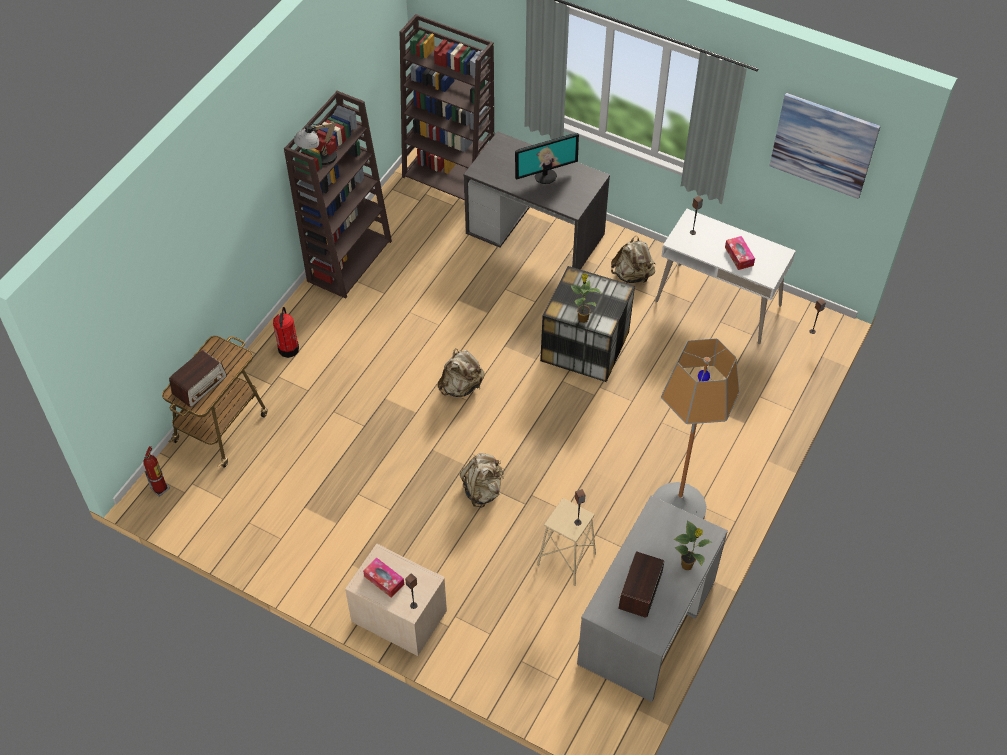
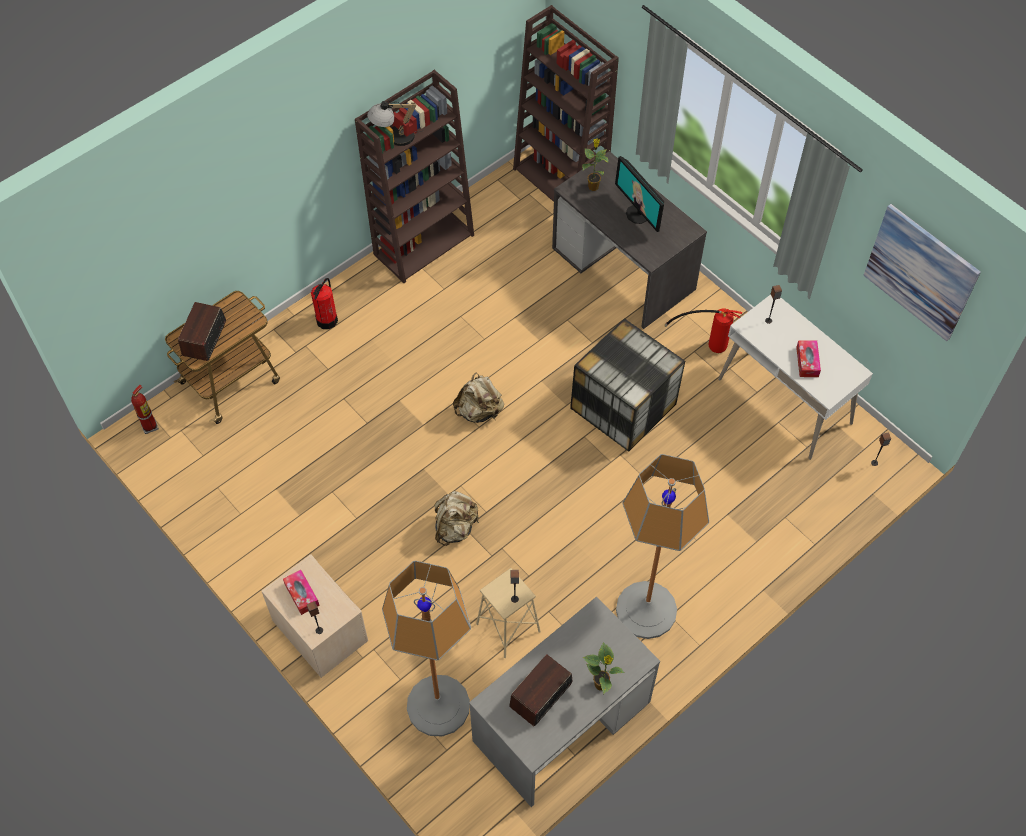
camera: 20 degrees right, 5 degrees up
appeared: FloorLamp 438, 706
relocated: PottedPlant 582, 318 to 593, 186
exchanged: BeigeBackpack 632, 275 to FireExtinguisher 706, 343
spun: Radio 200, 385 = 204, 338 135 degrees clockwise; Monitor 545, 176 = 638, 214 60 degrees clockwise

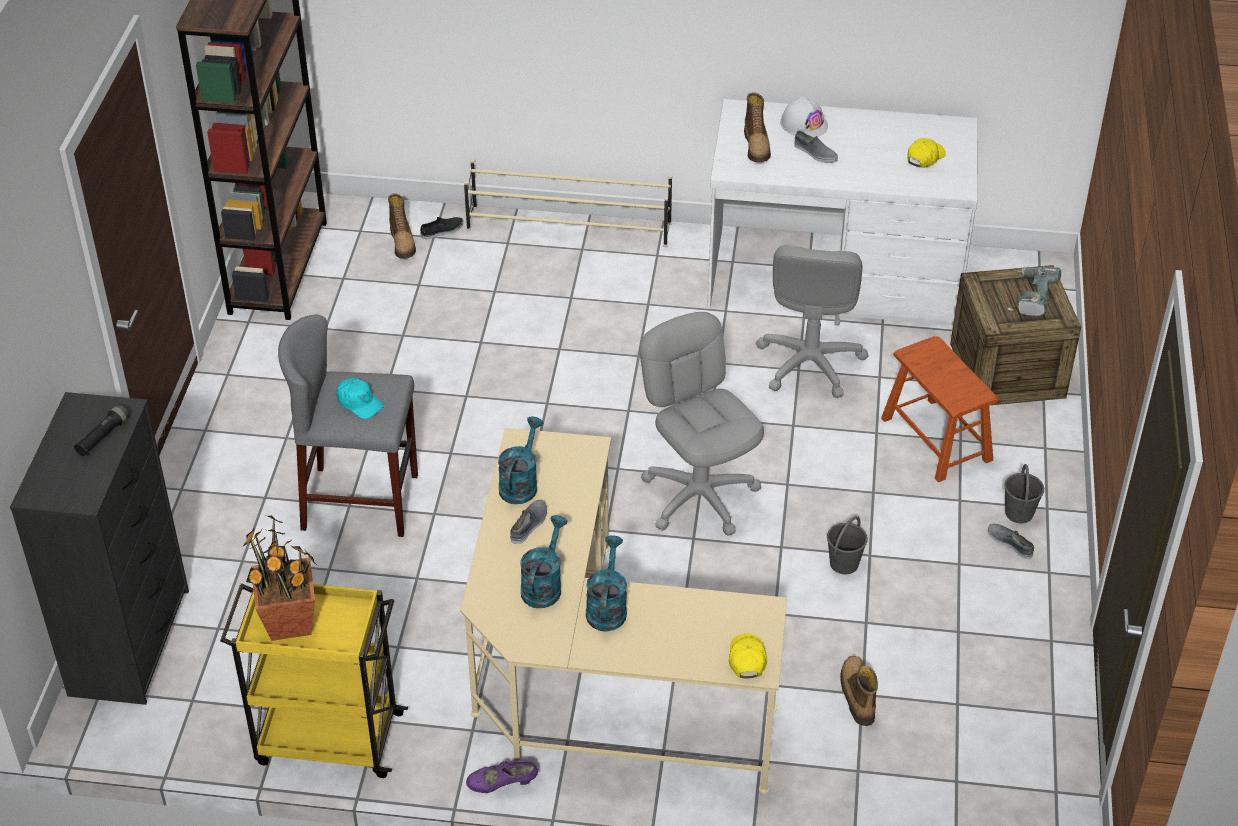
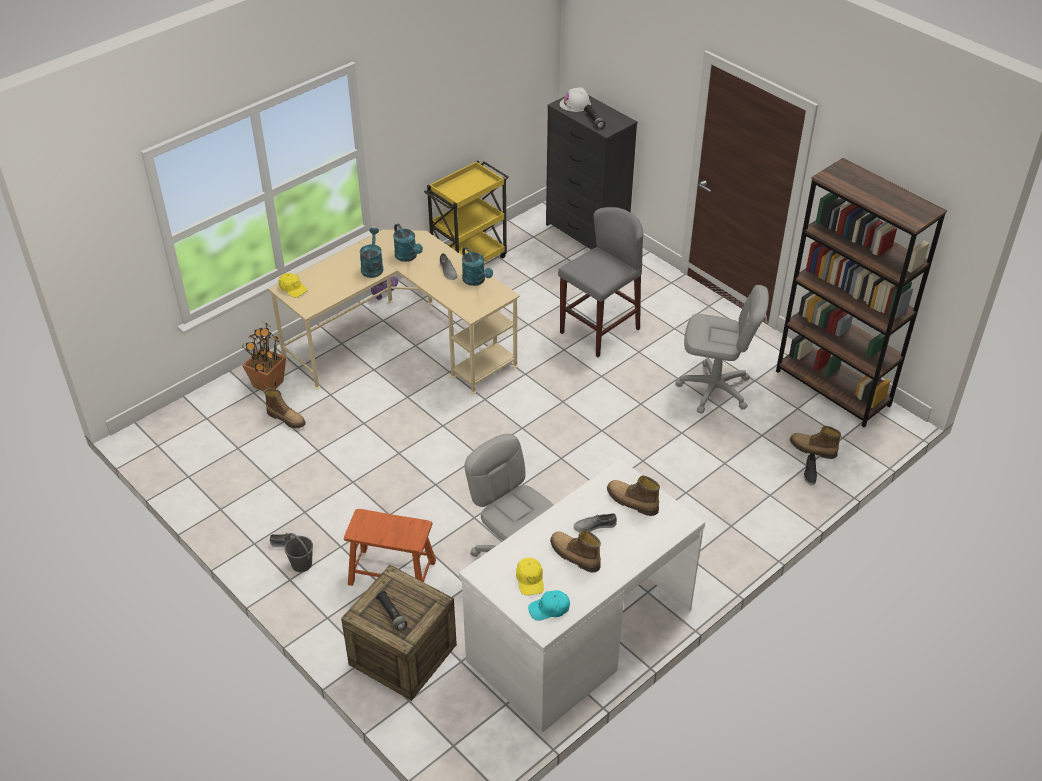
camera: 130 degrees right, 0 degrees up
missing: BeigeShoeRack 570, 227; GreyBucket 843, 564
appeared: Boot 574, 556
relocated: PottedPlant 290, 623 to 268, 384; TurquoiseCap 359, 403 to 549, 609; GreyOfficeChair 699, 496 to 714, 389; WhiteHardHat 804, 124 to 575, 104
exchanged: PowerDrill 1031, 298 to BlackFlashlight 392, 614
spun: TurquoiseWateringCan 607, 607 = 372, 267 135 degrees counterclockwise

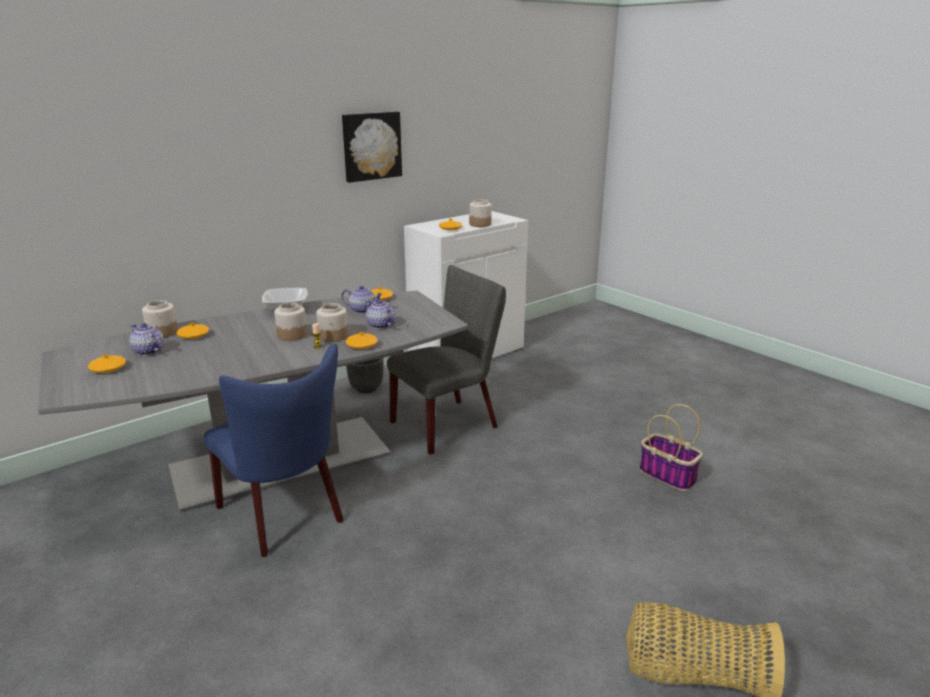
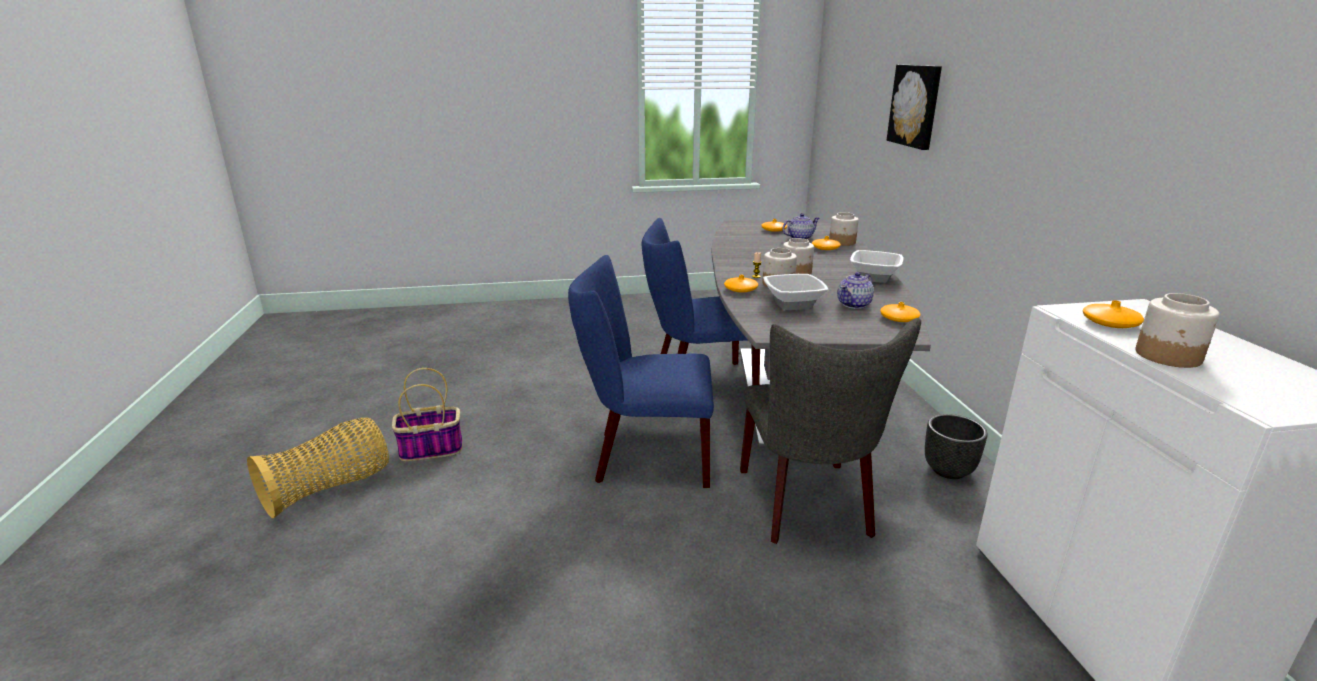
camera: 120 degrees right, 0 degrees up
appeared: BlueChair 644, 457
relocated: Picture 371, 146 to 916, 106; Basket 668, 476 to 430, 450
exchanged: Teapot 380, 325 to Bowl 792, 304

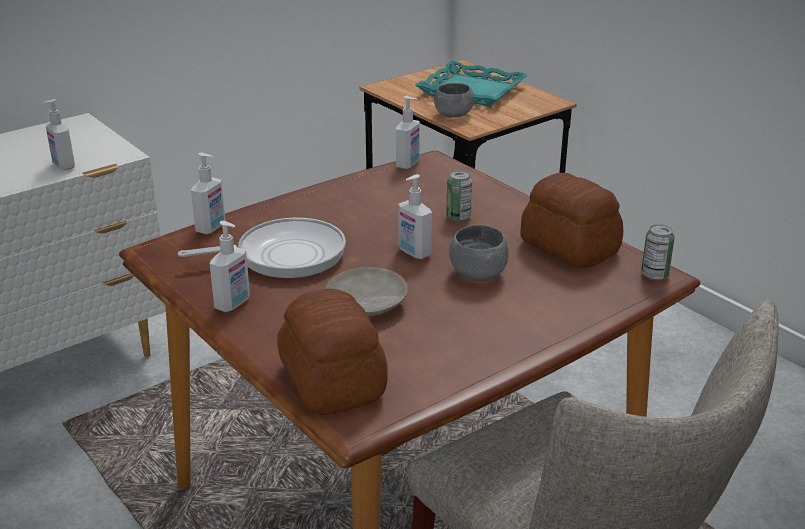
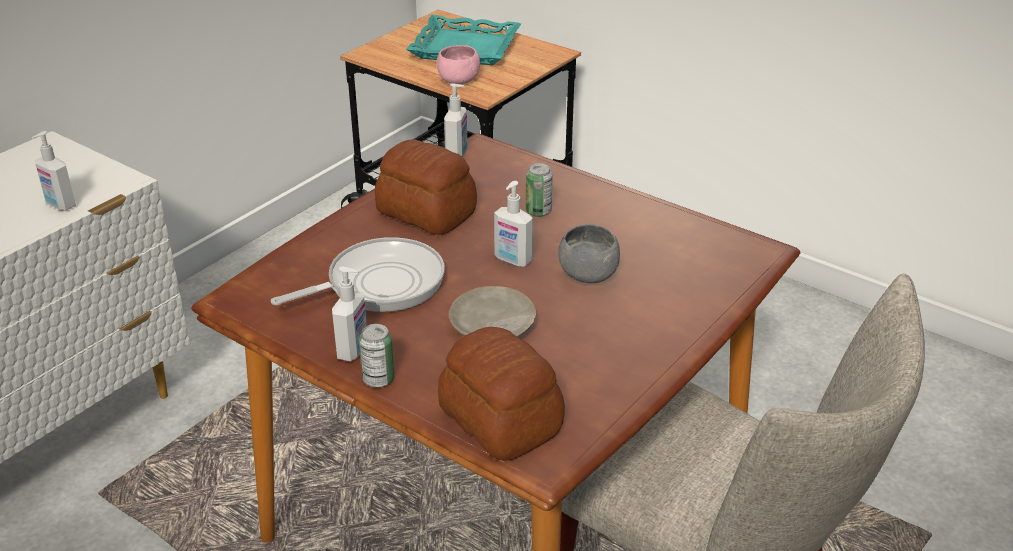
camera: 15 degrees left, 5 degrees up
missing: SoapDispenser 211, 228
relocated: Bread 569, 248 to 426, 213; Can 654, 275 to 378, 379
colour: GreyBowl 453, 115 to PinkBowl 458, 80

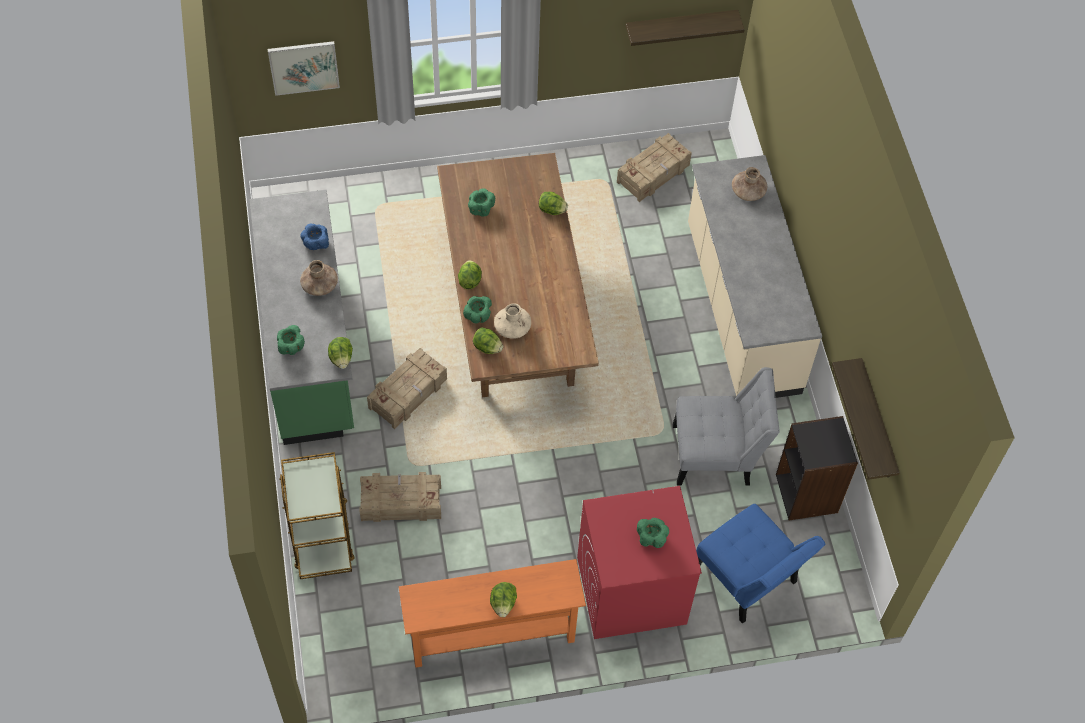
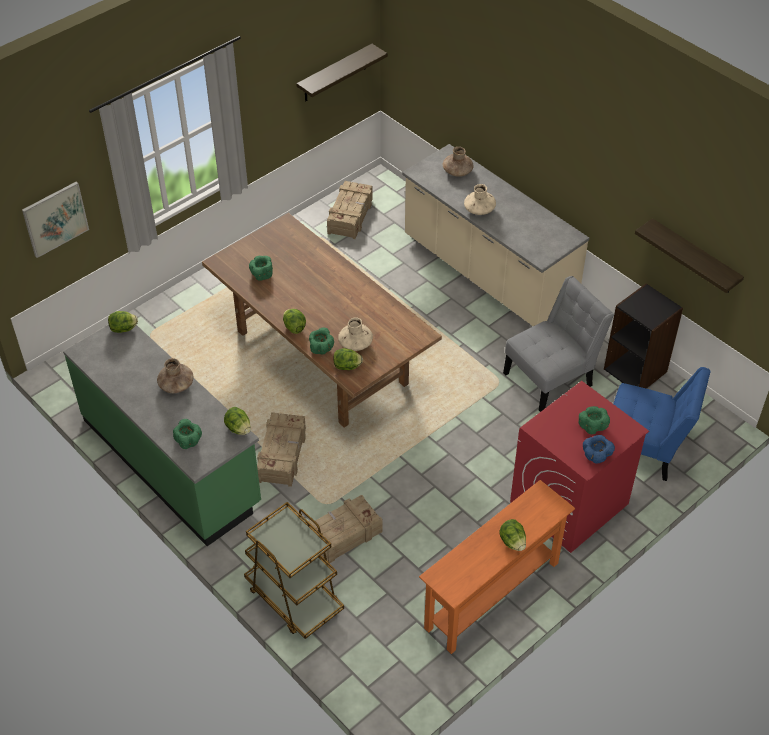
camera: 30 degrees left, 10 degrees down
appeared: BeigeVase 479, 210
relocated: BlueBowl 316, 244 to 596, 456; Lettuce 552, 210 to 124, 329

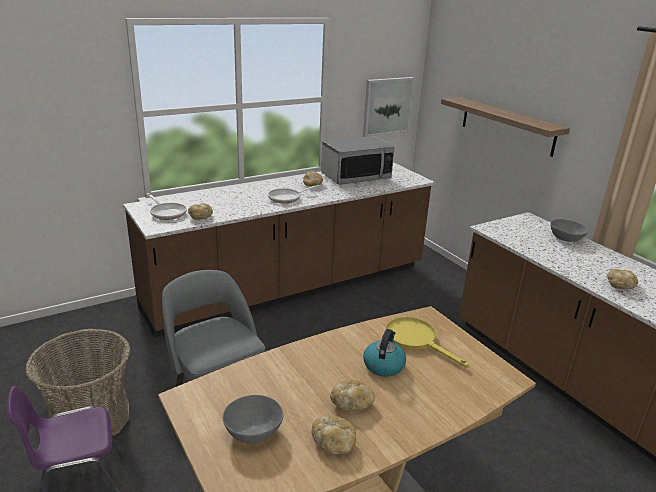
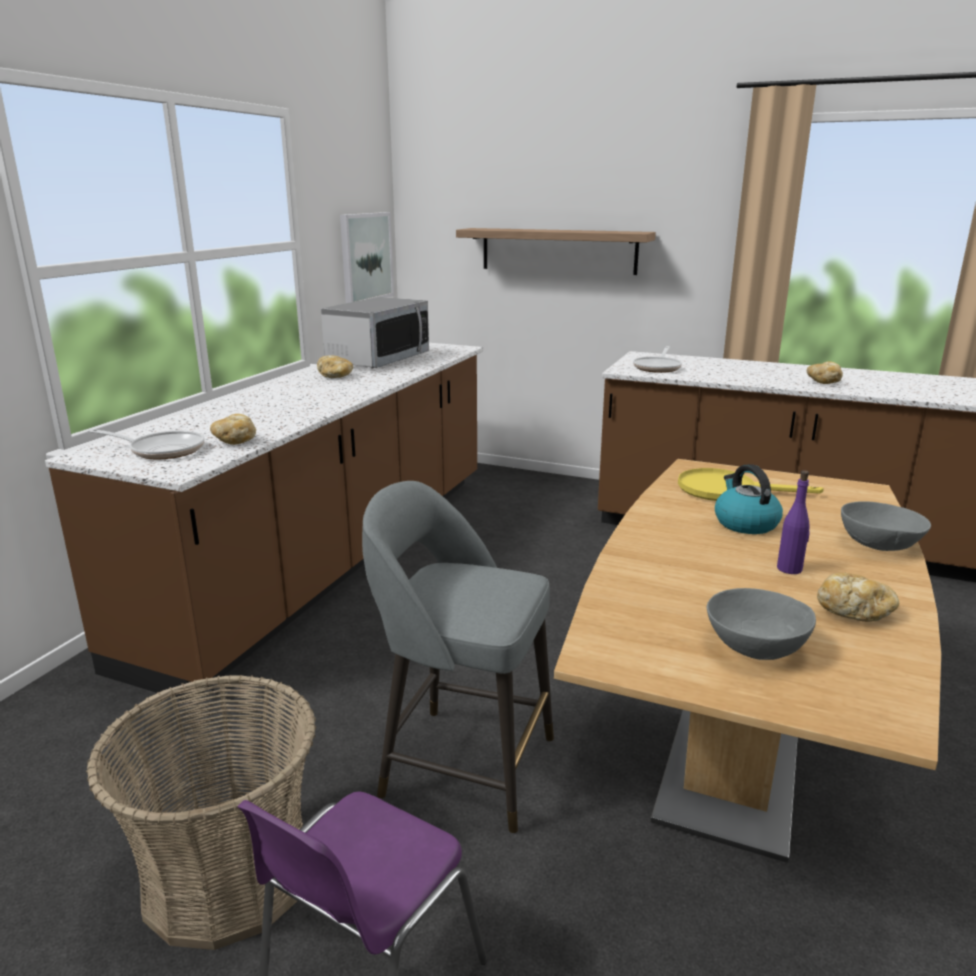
camera: 35 degrees left, 5 degrees down
relocated: FryingPan 287, 198 to 658, 367; GreyBowl 566, 238 to 879, 543
exchanged: Bread 351, 403 to PurpleBottle 790, 569

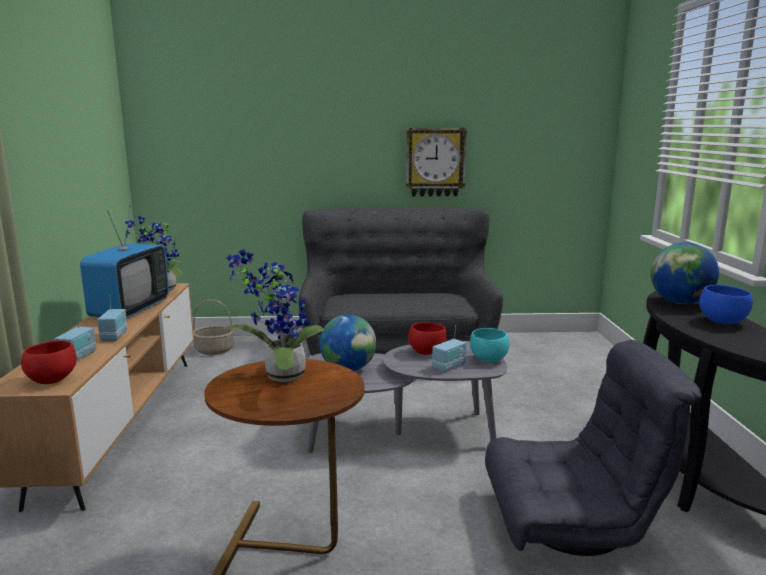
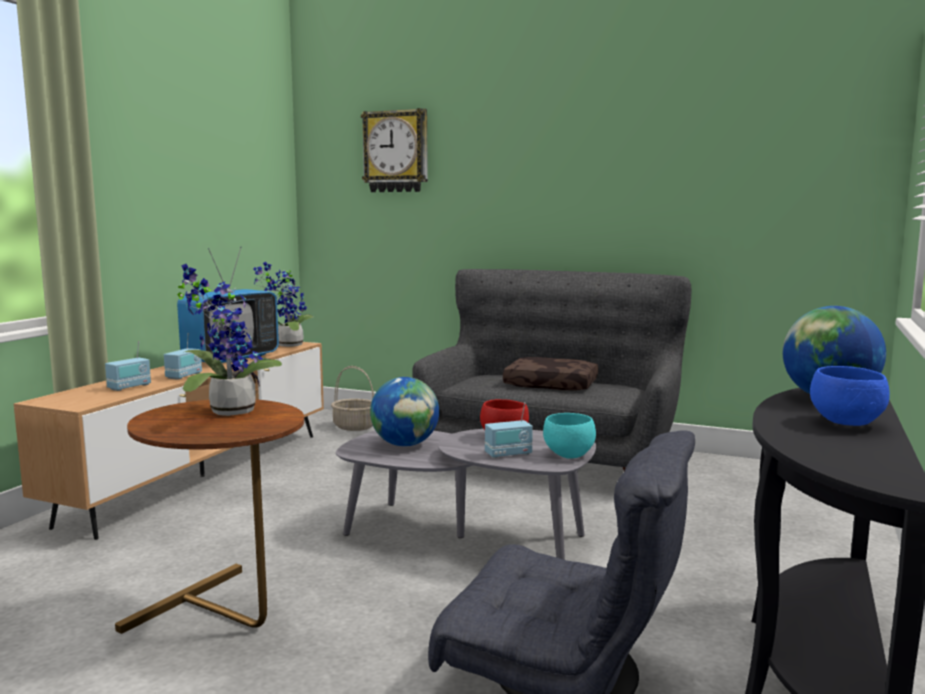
camera: 25 degrees right, 5 degrees down
missing: RedBowl 51, 380
appeared: BrownPillow 552, 385
relocated: WallClock 435, 162 to 396, 151

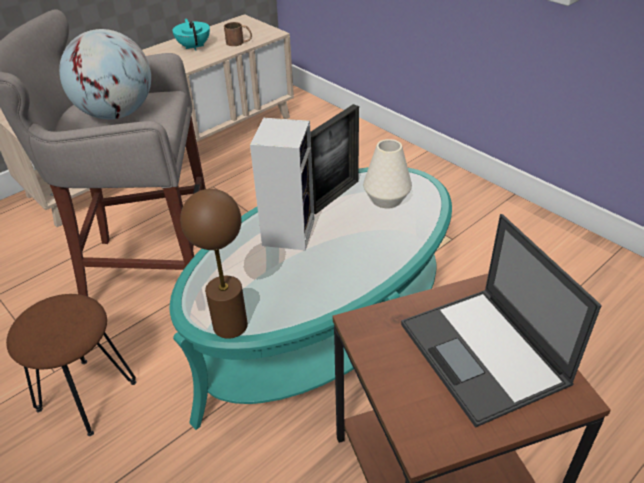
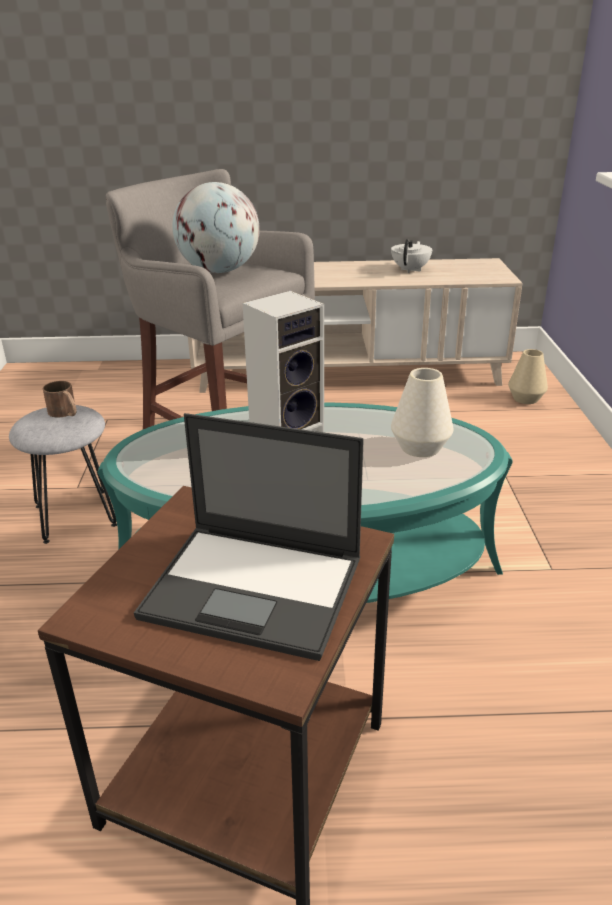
camera: 40 degrees right, 10 degrees down
missing: BrownTableLamp 230, 325; PictureFrame 334, 196
appeared: BeigeVase 526, 399
relocated: BrownMug 239, 42 to 65, 413
colour: BrownStool 86, 395 to GreyStool 75, 515; TurquoiseTeapot 194, 47 to WhiteTeapot 411, 270
spun: Laptop 484, 355 = 256, 588 90 degrees counterclockwise

